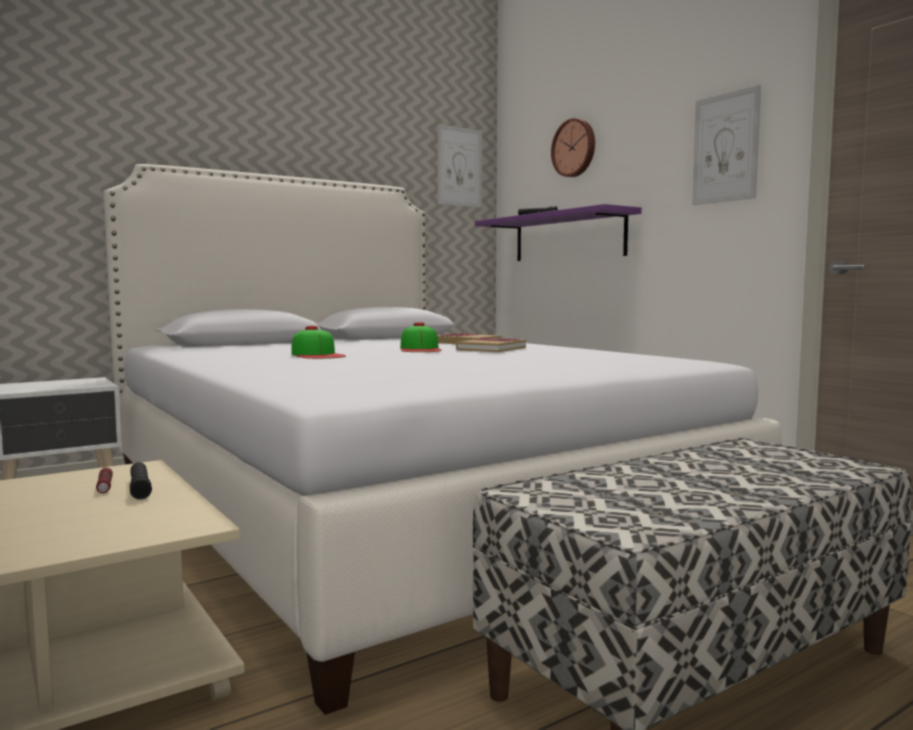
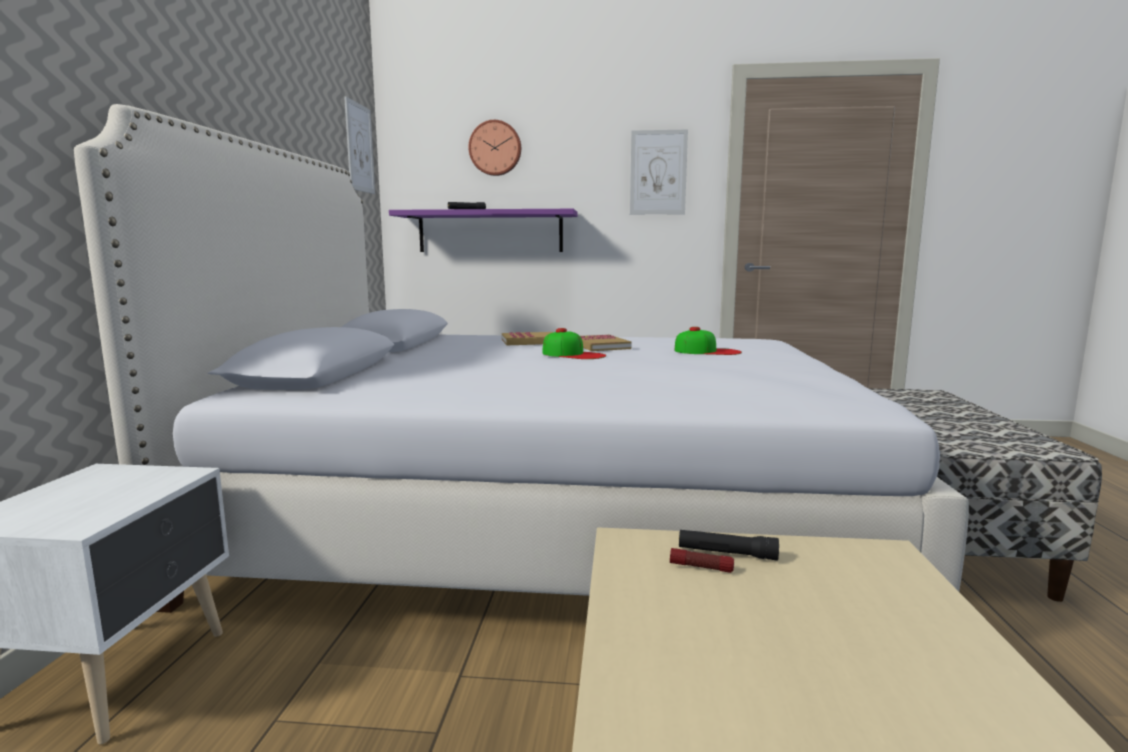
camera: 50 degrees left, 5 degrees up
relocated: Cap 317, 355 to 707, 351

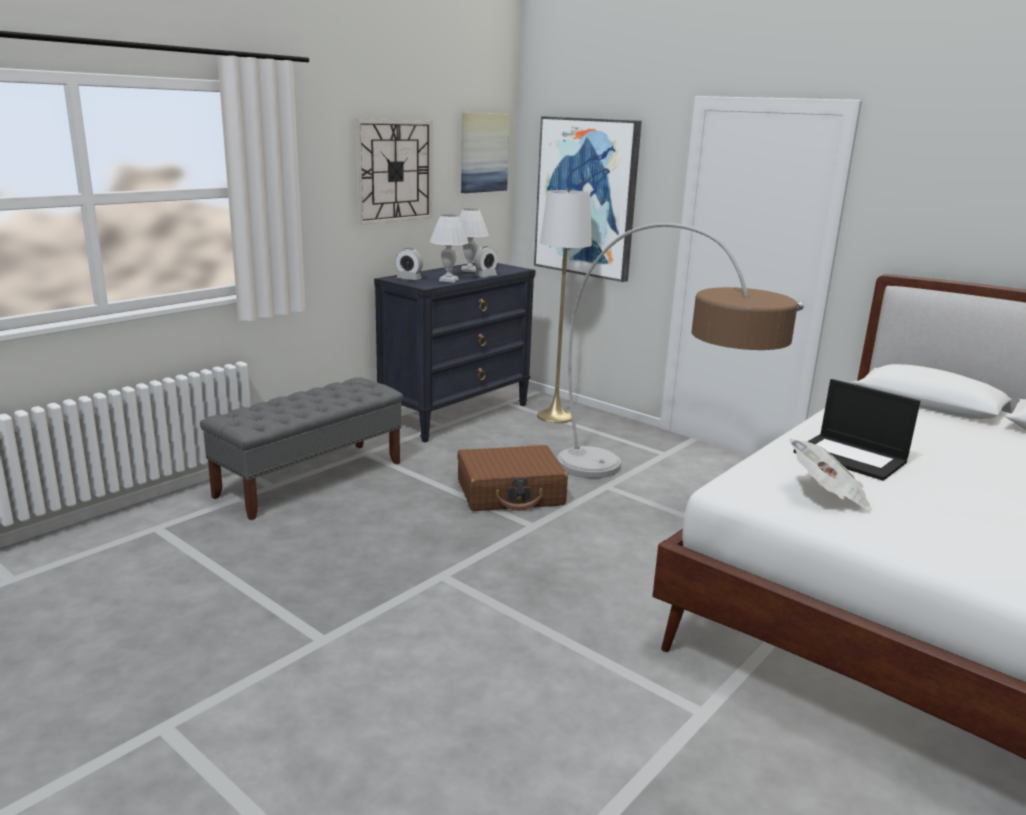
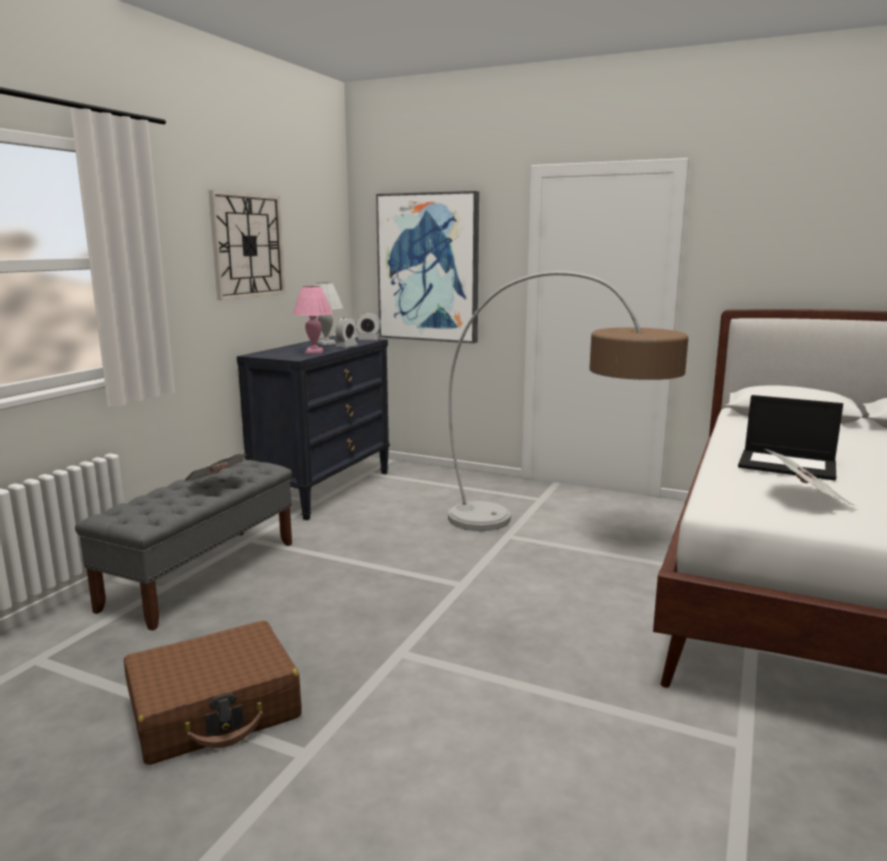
camera: 15 degrees left, 5 degrees down
missing: Picture 483, 152; WhiteFloorLamp 555, 416
appeared: Newspaper 216, 484
relocated: AlarmClock 409, 279 to 368, 339; BrownSuitcase 510, 493 to 215, 709
colour: WhiteTableLamp 449, 280 to PinkTableLamp 315, 352

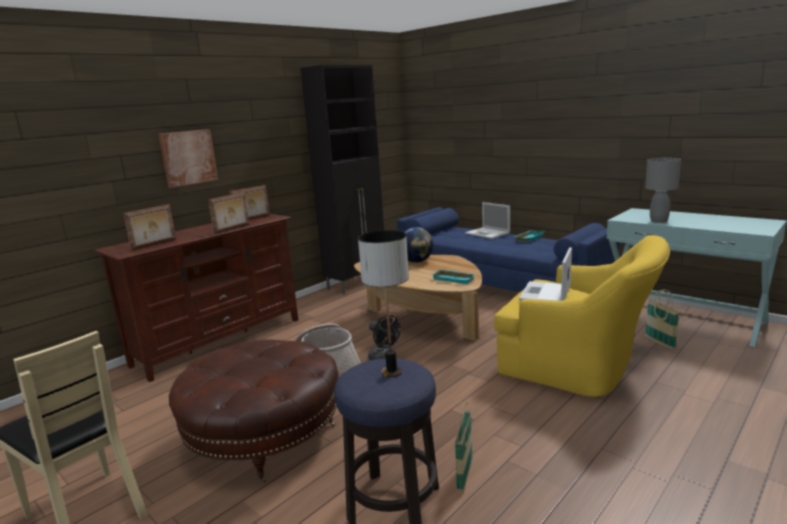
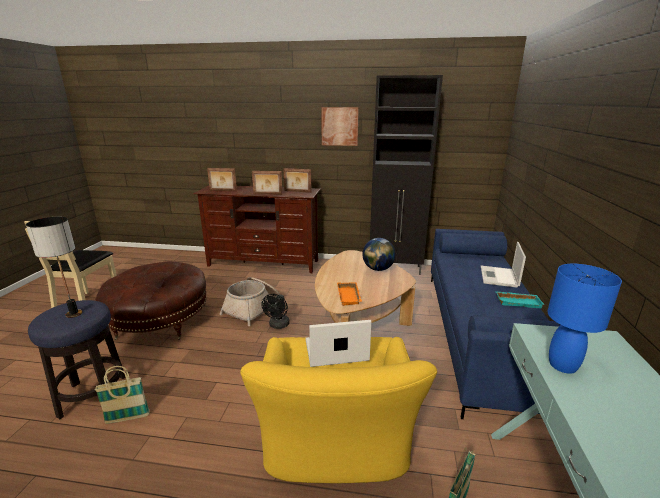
camera: 55 degrees right, 5 degrees up
relocated: Picture 188, 157 to 339, 126
colour: TurquoiseTray 454, 279 to OrangeTray 350, 296; GreyTableLamp 658, 221 to BlueTableLamp 563, 365

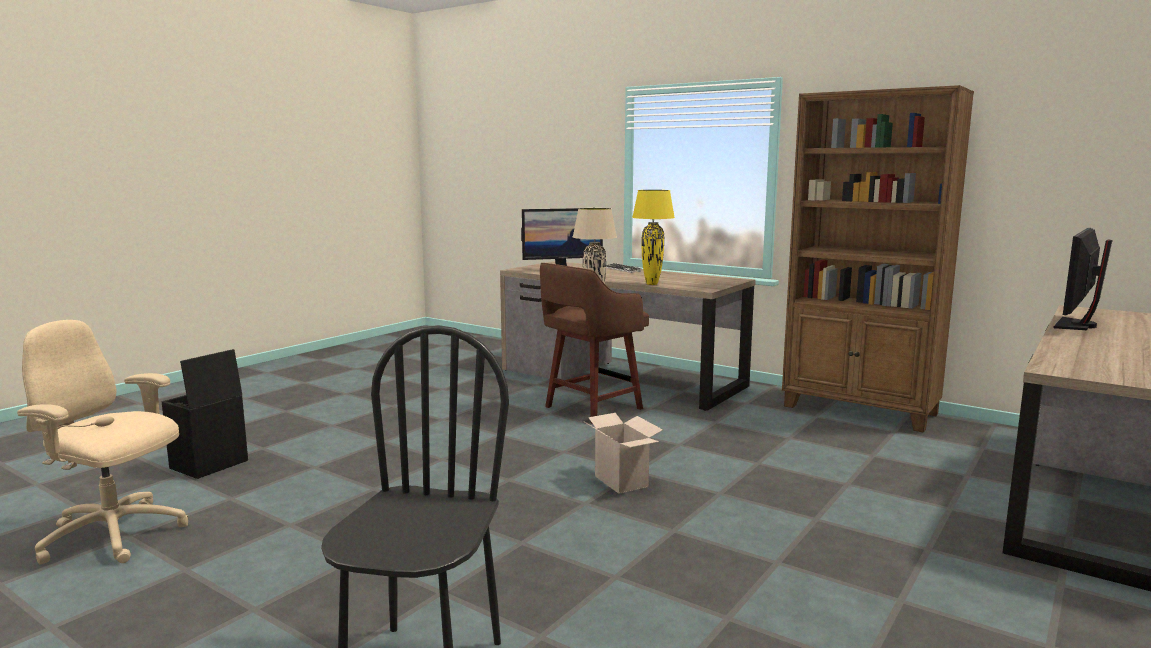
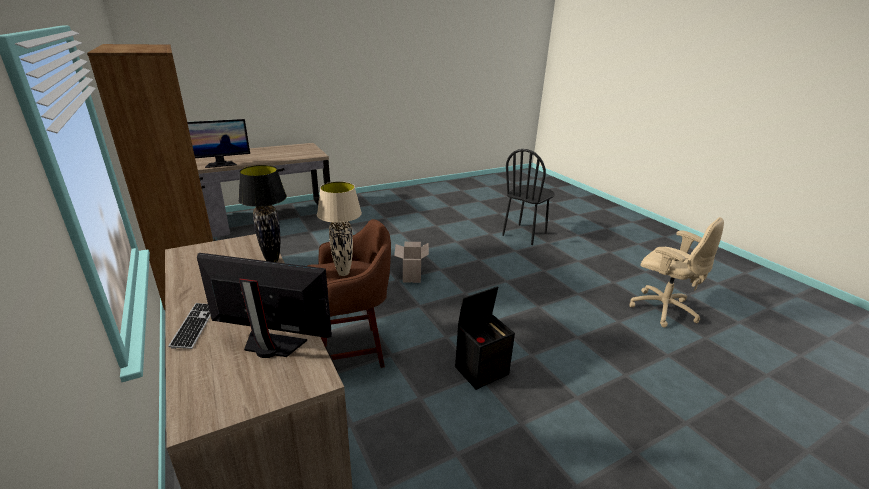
camera: 155 degrees left, 15 degrees up
relocated: BlackStorageBox 208, 465 to 482, 370
colour: YellowTableLamp 652, 284 to BlackTableLamp 272, 261

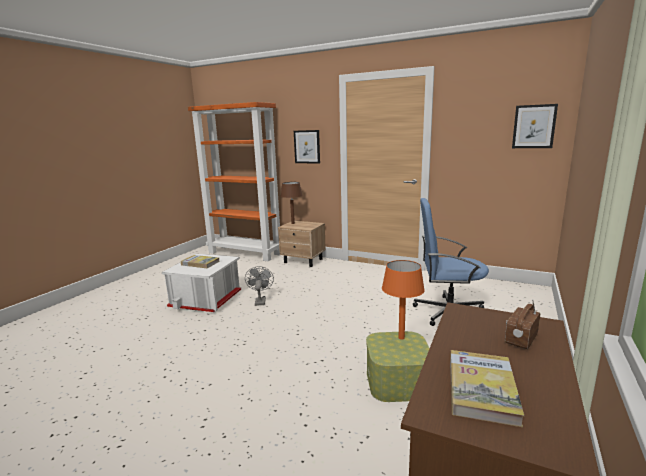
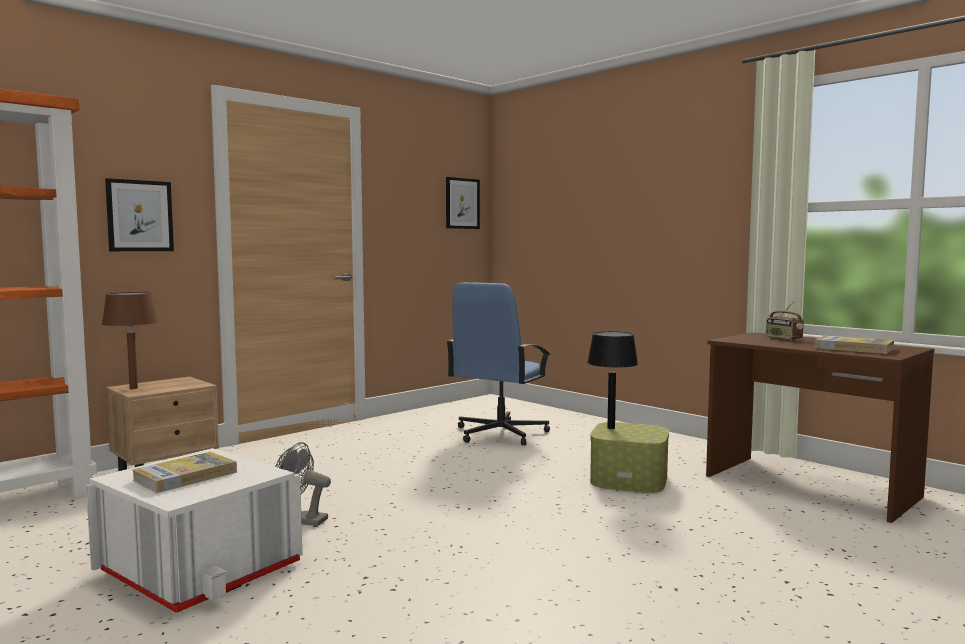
camera: 70 degrees left, 10 degrees down
colour: OrangeTableLamp 401, 338 to BlackTableLamp 611, 428

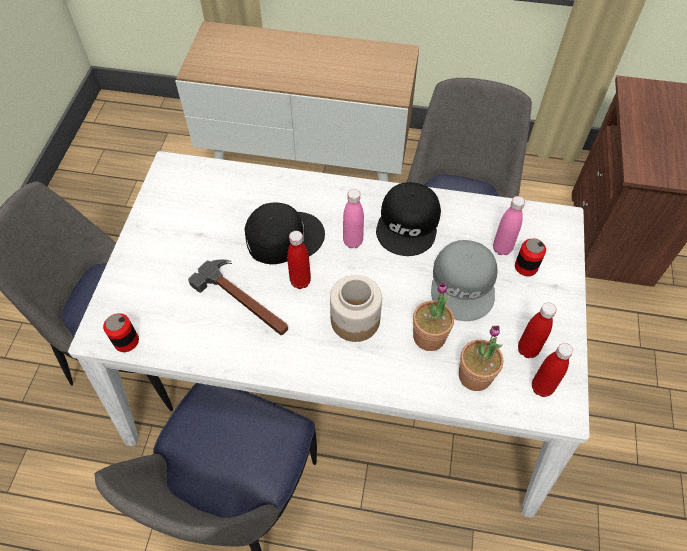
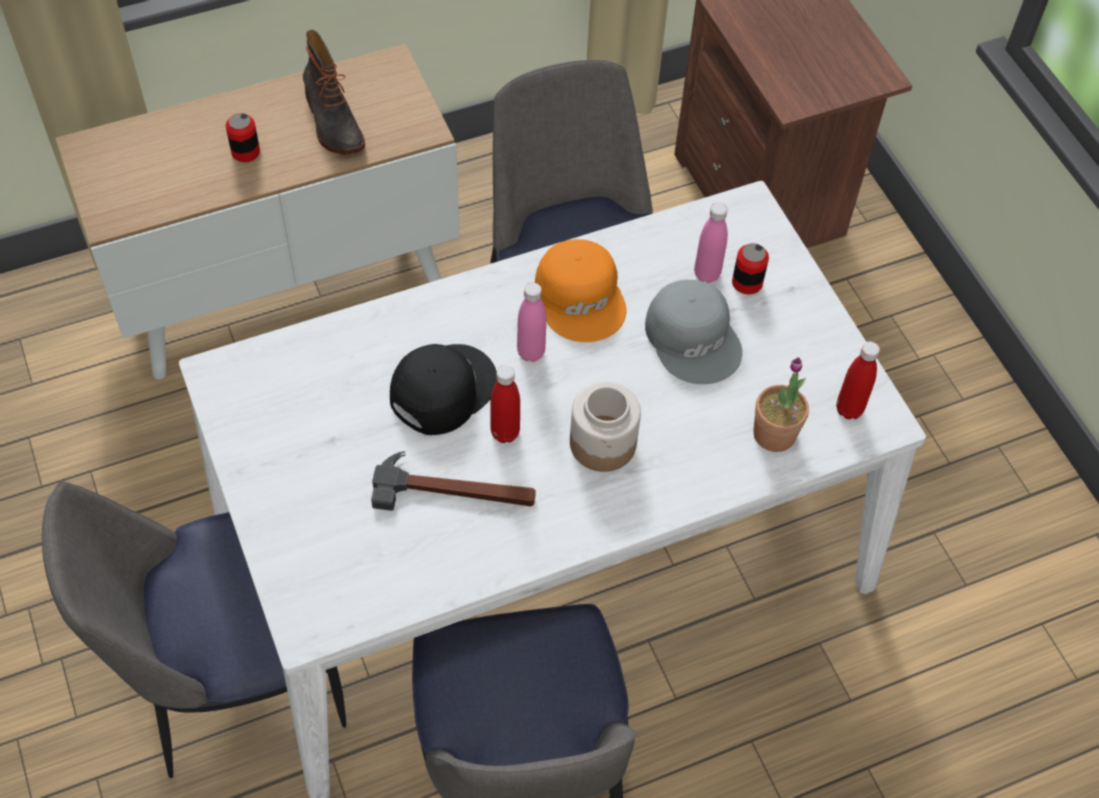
camera: 35 degrees left, 0 degrees up
missing: PottedPlant 429, 337; RedBottle 527, 350
appeared: Boot 332, 122
relocated: Can 126, 341 to 245, 152
colour: BlackCap 409, 224 to OrangeCap 581, 297

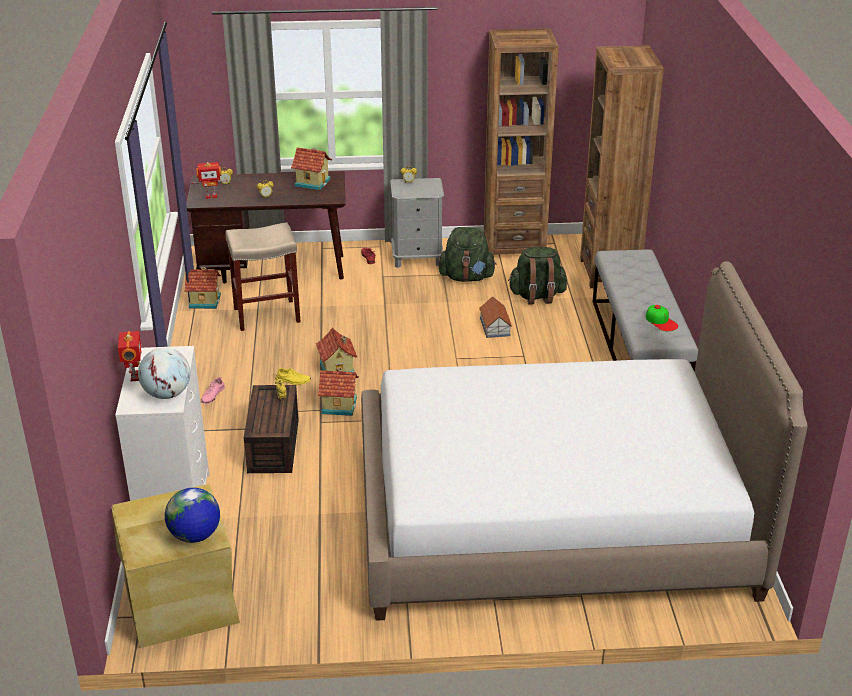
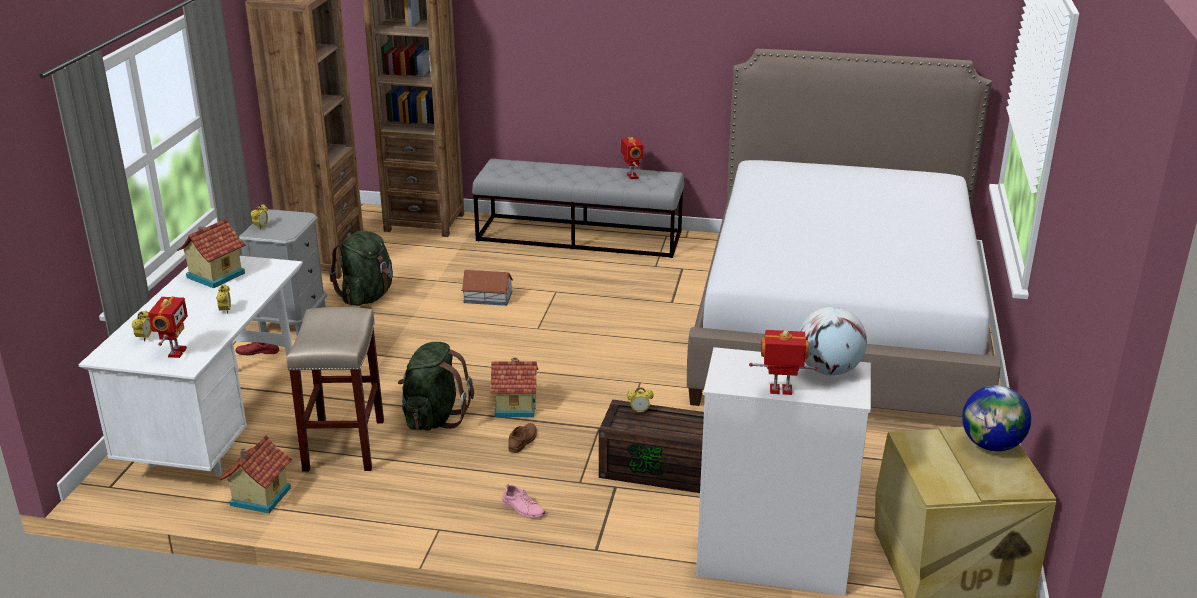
camera: 75 degrees left, 5 degrees down
missing: ToyHouse 339, 405
relocated: GreenBackpack 537, 296 to 434, 418
exchanged: Cap 661, 321 to ToyRobot 631, 176
colour: BrownDesk 273, 269 to WhiteDesk 219, 427; YellowShoe 293, 380 to BrownShoe 523, 440

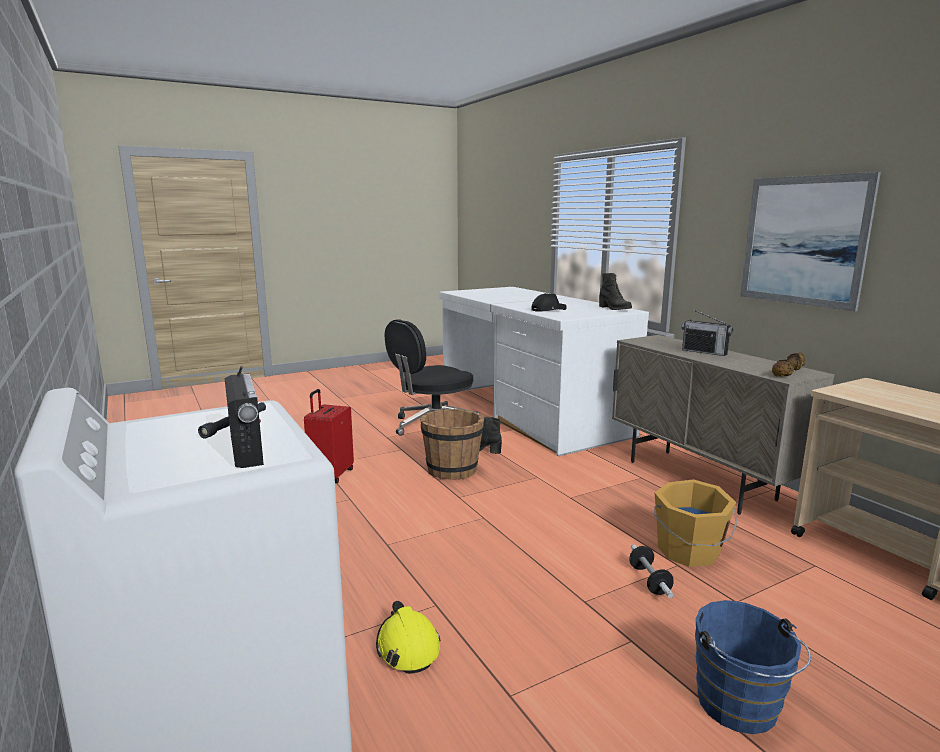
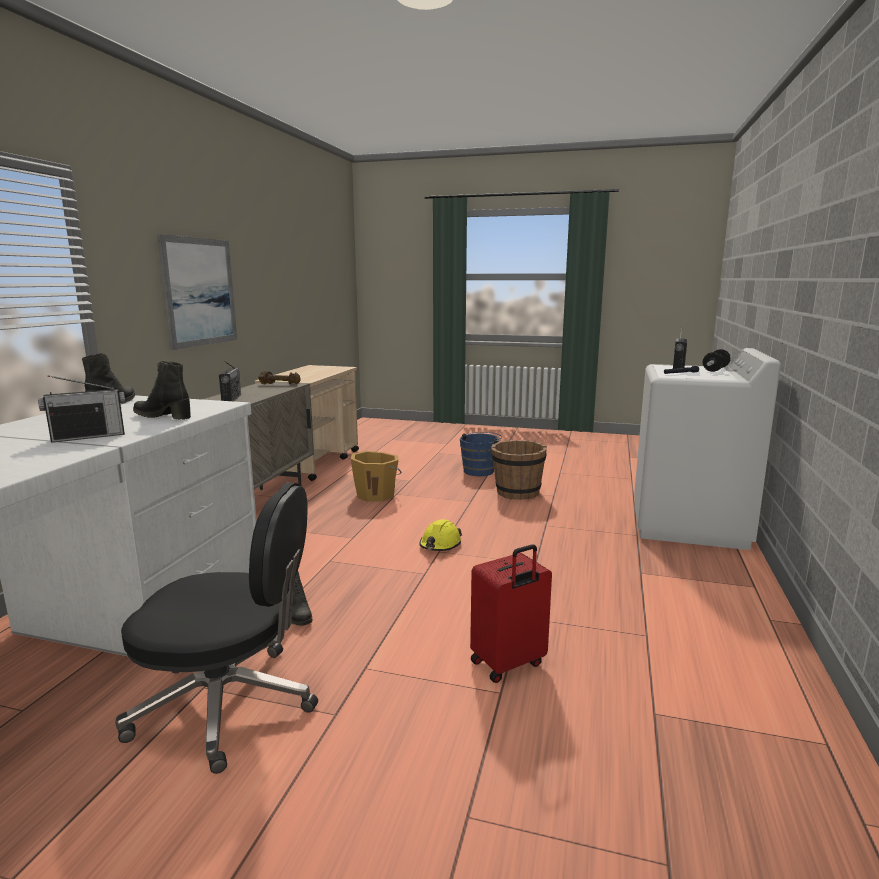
camera: 135 degrees left, 0 degrees up
appeared: Radio 88, 436
relocated: YellowHardHat 407, 647 to 440, 545; BrownBucket 452, 470 to 517, 493; Dumbbell 649, 581 to 715, 369
exchanged: BlackCap 548, 310 to BlackBoot 163, 416

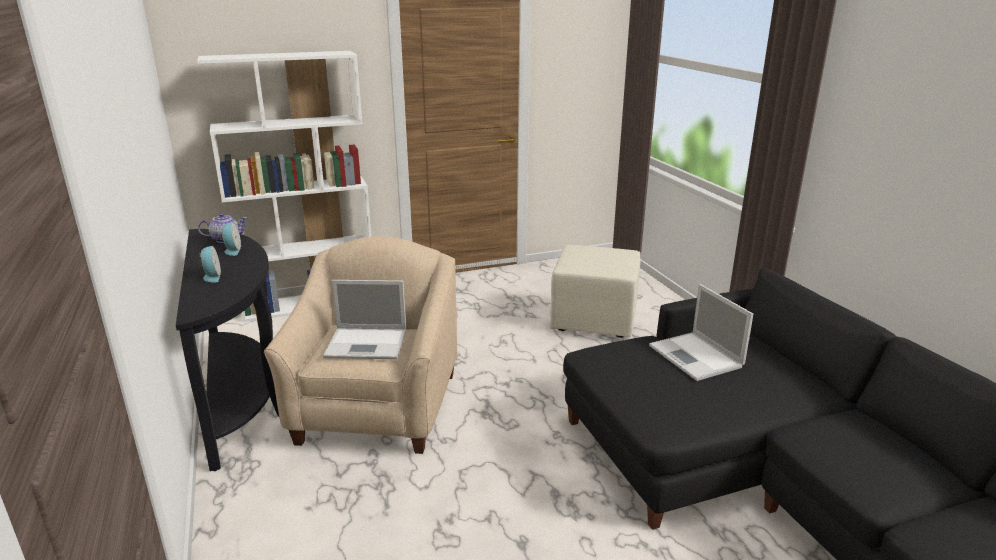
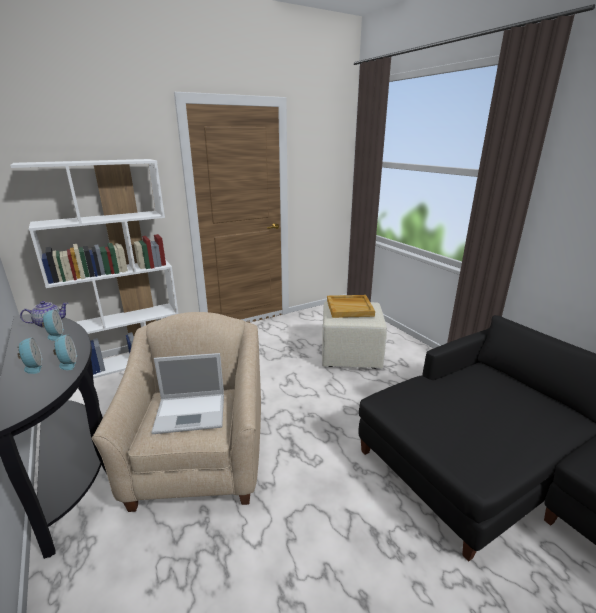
camera: 10 degrees left, 0 degrees up
missing: Laptop 697, 357
appeared: AlarmClock 67, 363; BeigeTray 350, 308

